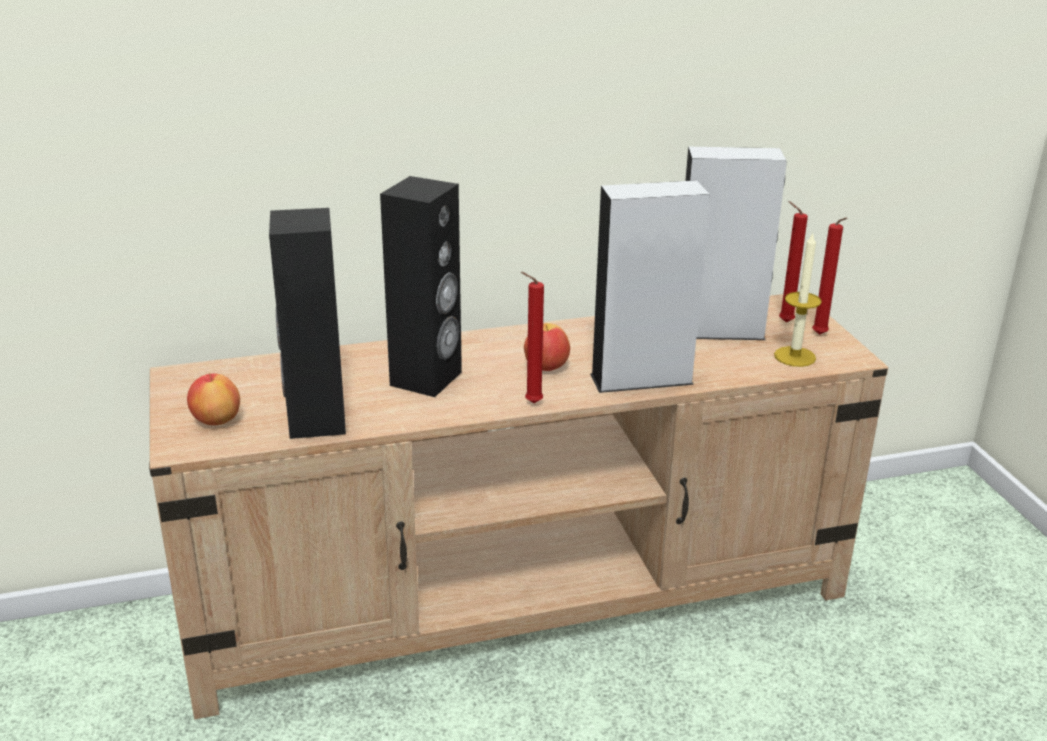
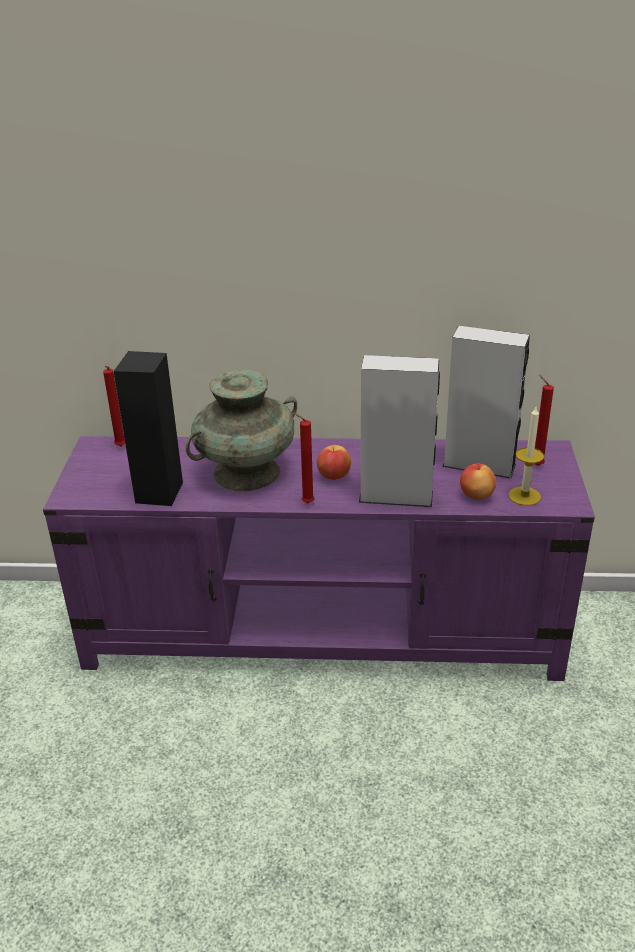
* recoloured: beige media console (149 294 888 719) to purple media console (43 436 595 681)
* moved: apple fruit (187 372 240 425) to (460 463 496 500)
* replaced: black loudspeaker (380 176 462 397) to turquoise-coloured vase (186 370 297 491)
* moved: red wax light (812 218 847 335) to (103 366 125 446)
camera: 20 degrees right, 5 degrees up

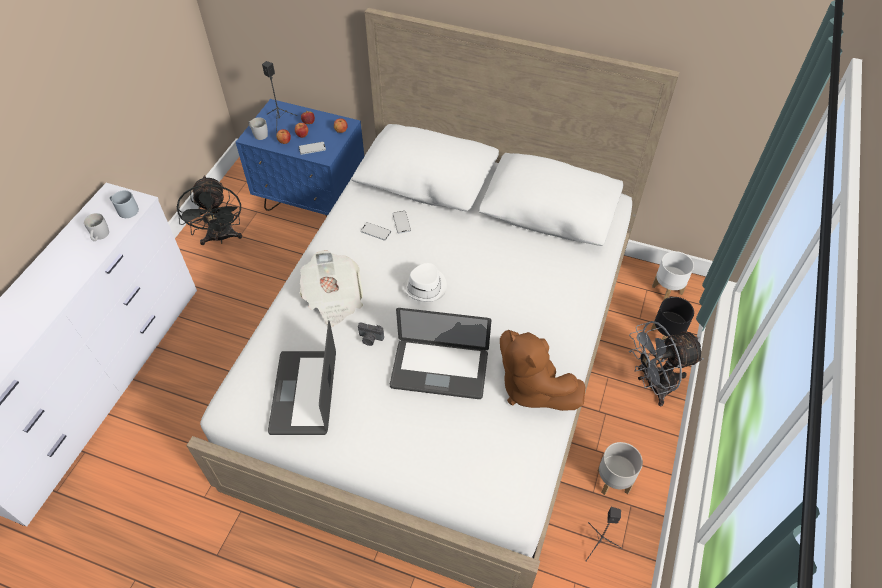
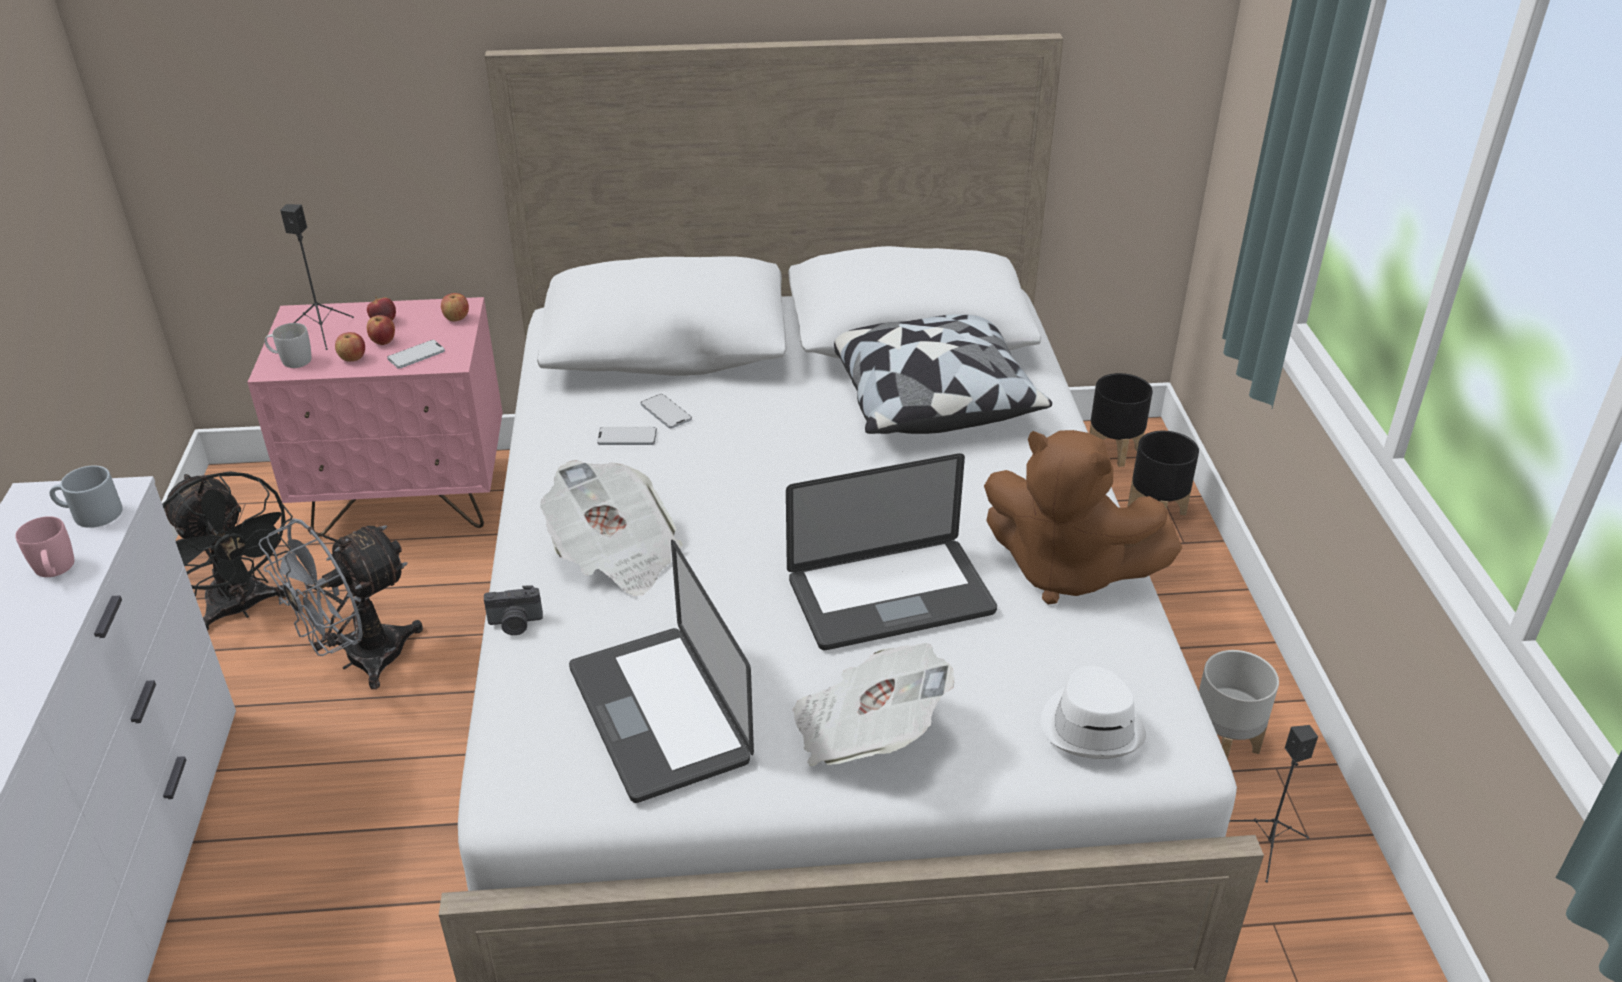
* recoloured: white mug (84 213 109 241) to pink mug (15 516 74 577)
* recoloured: bluish bedside table (236 99 364 216) to pink bedside table (247 297 503 537)
* moved: photo camera (358 322 384 346) to (484 585 543 635)
* moved: white hat (403 263 447 302) to (1040 666 1146 759)
* moved: greyish fan (629 321 704 406) to (258 518 423 689)
* recoloured: white flower pot (652 251 694 300) to black flower pot (1089 373 1153 467)
* added: newspaper (793 643 955 766)
* added: cushion (834 314 1052 434)
camera: 25 degrees left, 15 degrees down

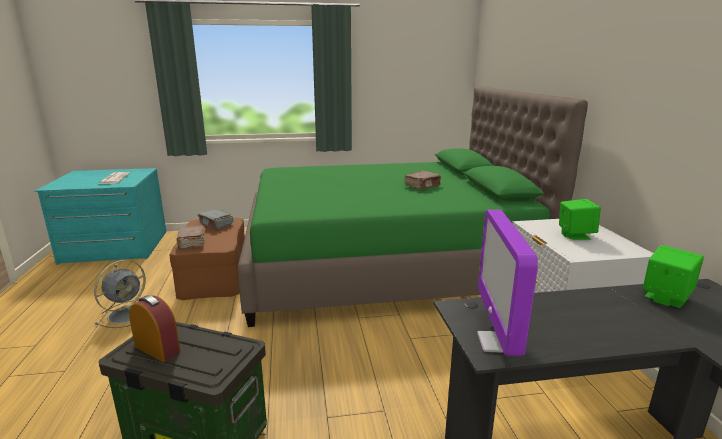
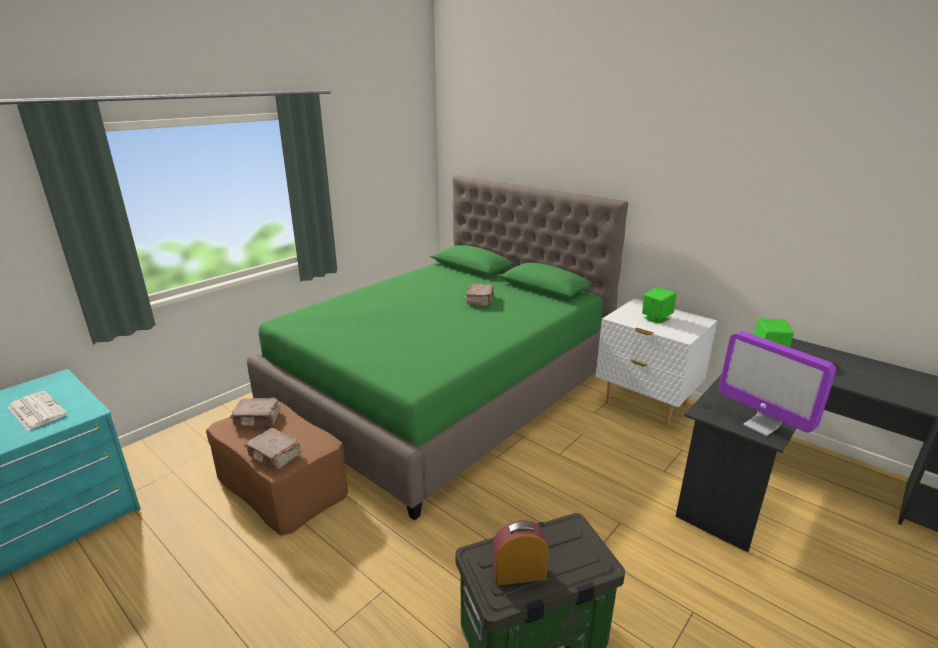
* removed: greyish fan (94 260 146 328)
* recoloured: greyish book (198 209 234 230) to brownish book (230 398 280 427)
camera: 40 degrees left, 5 degrees up

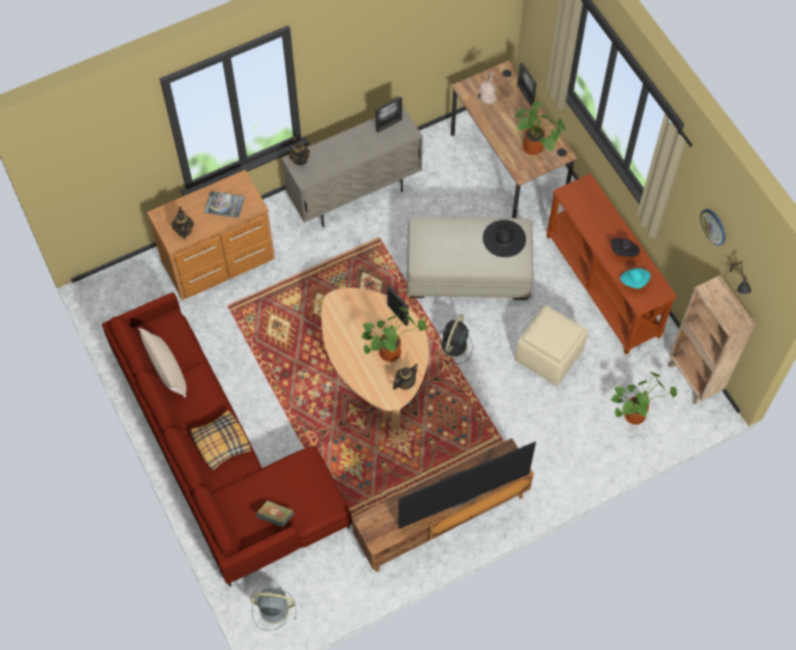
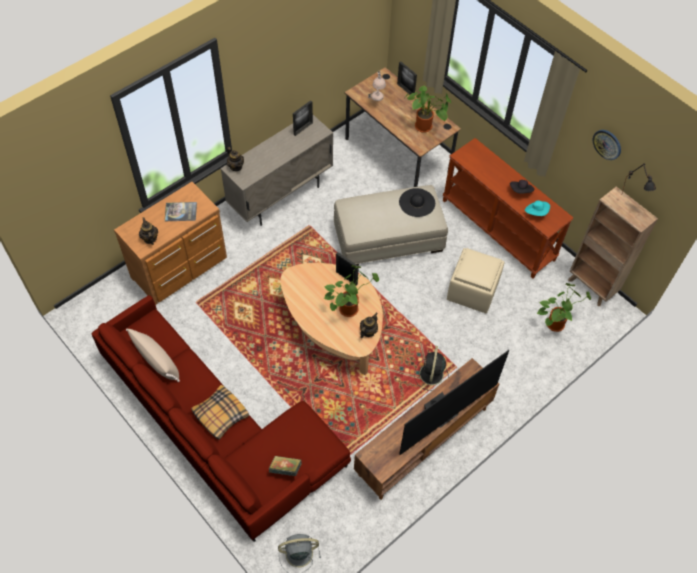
* moved: black fan (434 314 473 364) to (414 346 449 391)
camera: 15 degrees left, 5 degrees down

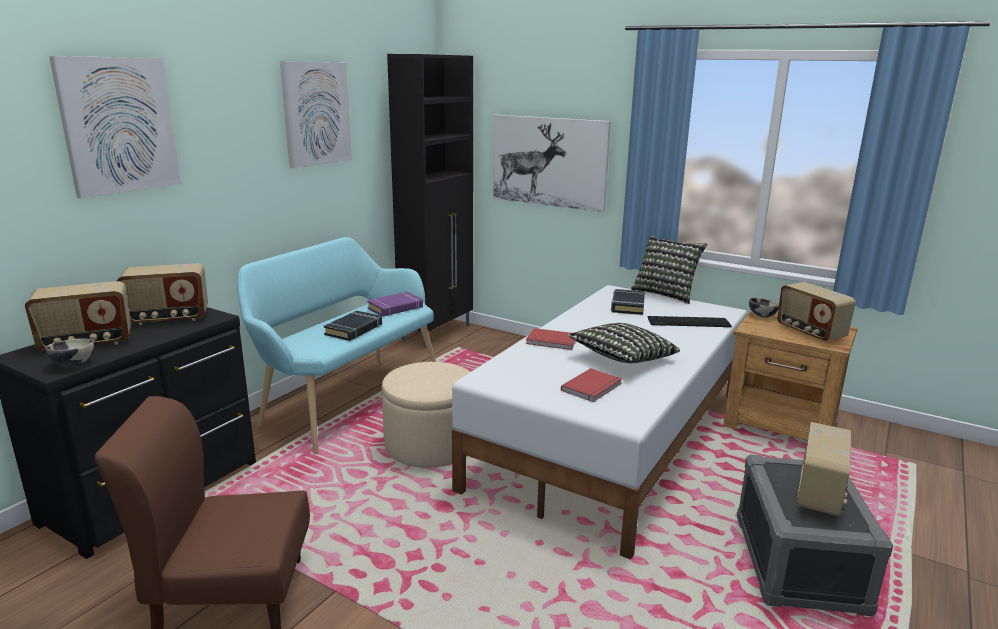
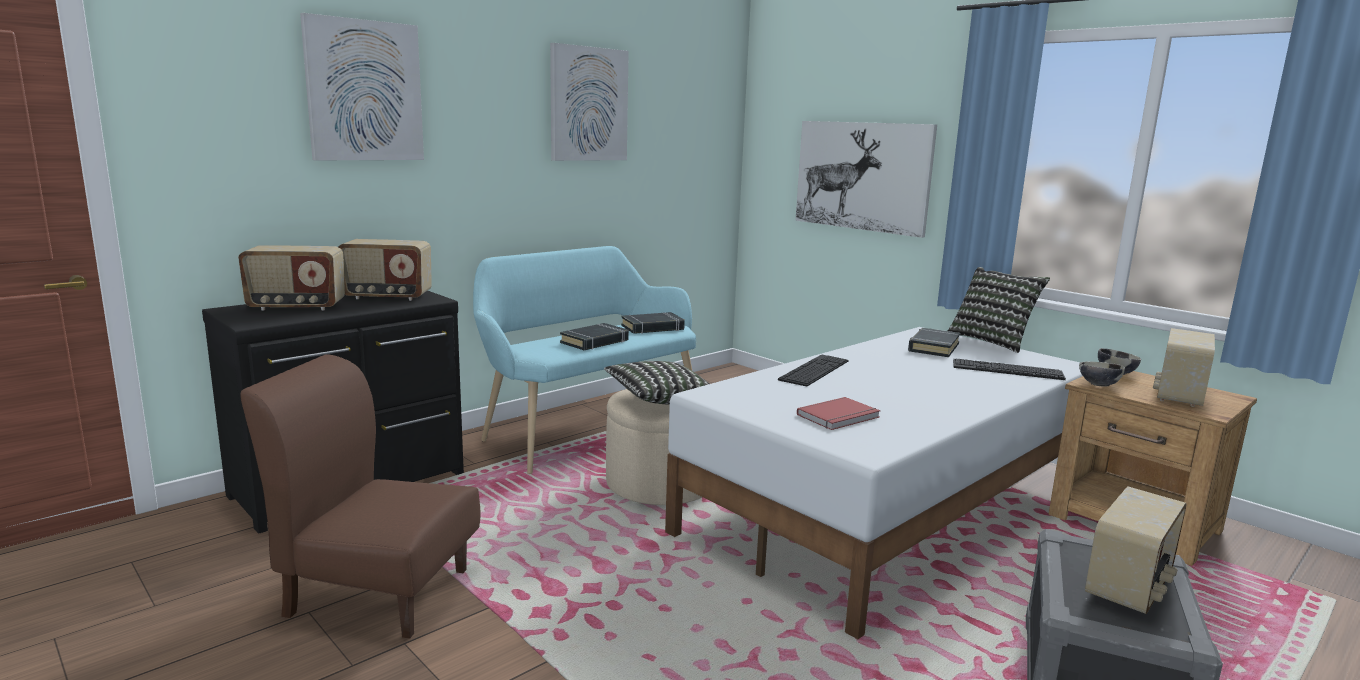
* moved: bowl (45 338 95 367) to (1079 362 1125 387)
* recoloured: purple book (367 292 423 317) to black book (621 312 685 334)
* removed: black cupboard (387 54 473 348)
* replaced: red book (526 328 576 350) to computer keyboard (778 354 849 386)
* moved: cushion (568 323 680 363) to (604 361 709 405)
* turned: radio (777 282 856 342) = (1153 328 1215 407) 45 degrees clockwise
camera: 15 degrees right, 5 degrees down

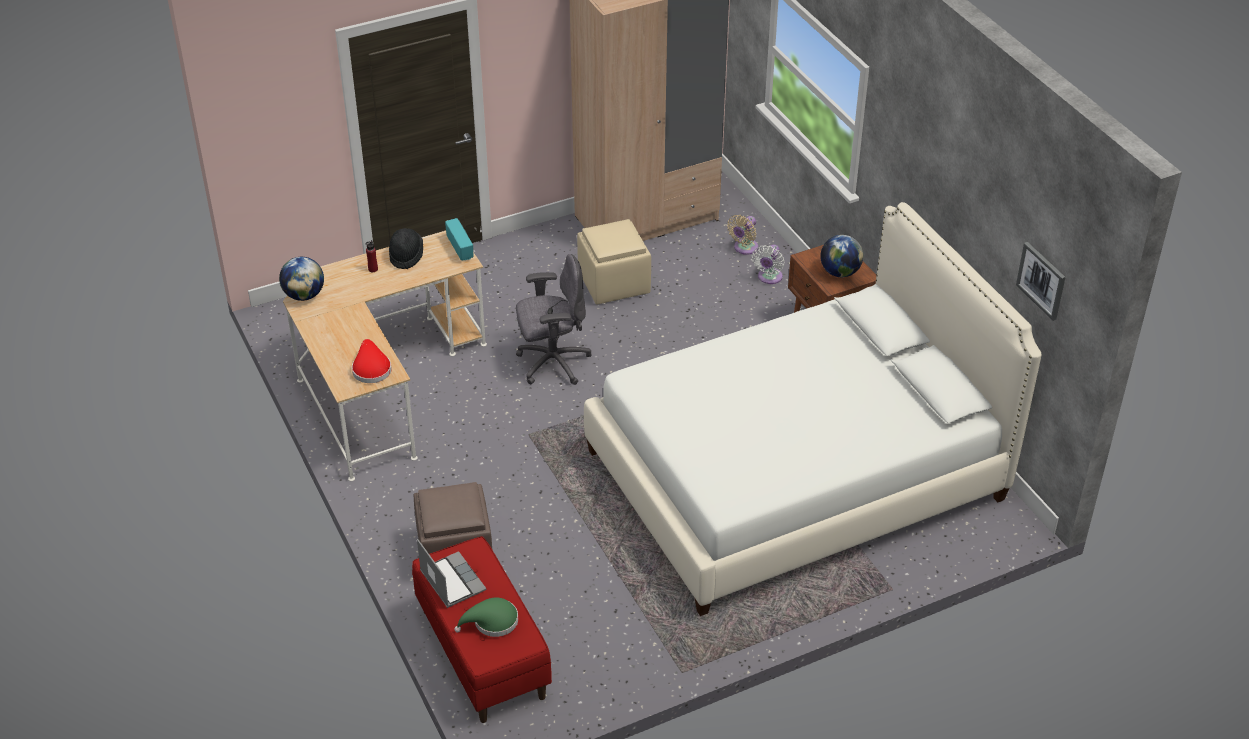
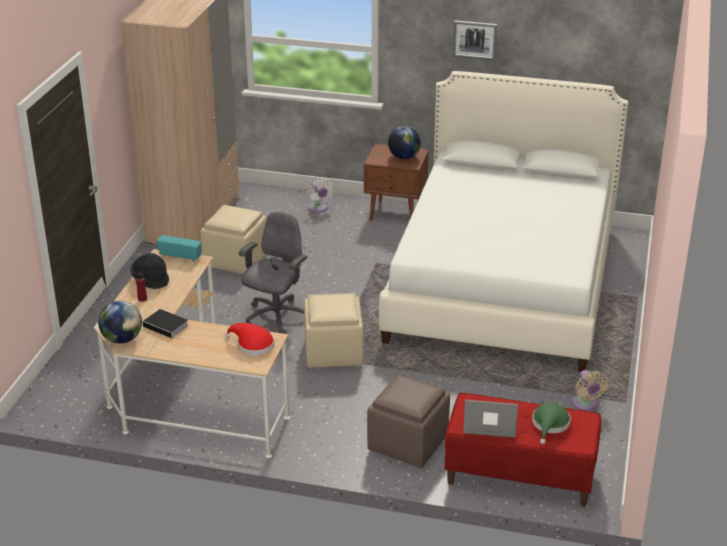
* moved: beige fan (727 215 758 255) to (572 370 608 411)
* moved: picture (1016 242 1065 321) to (453 20 497 61)
* added: book (143 309 188 339)
* added: beige footrest (304 293 363 368)
camera: 50 degrees left, 10 degrees down

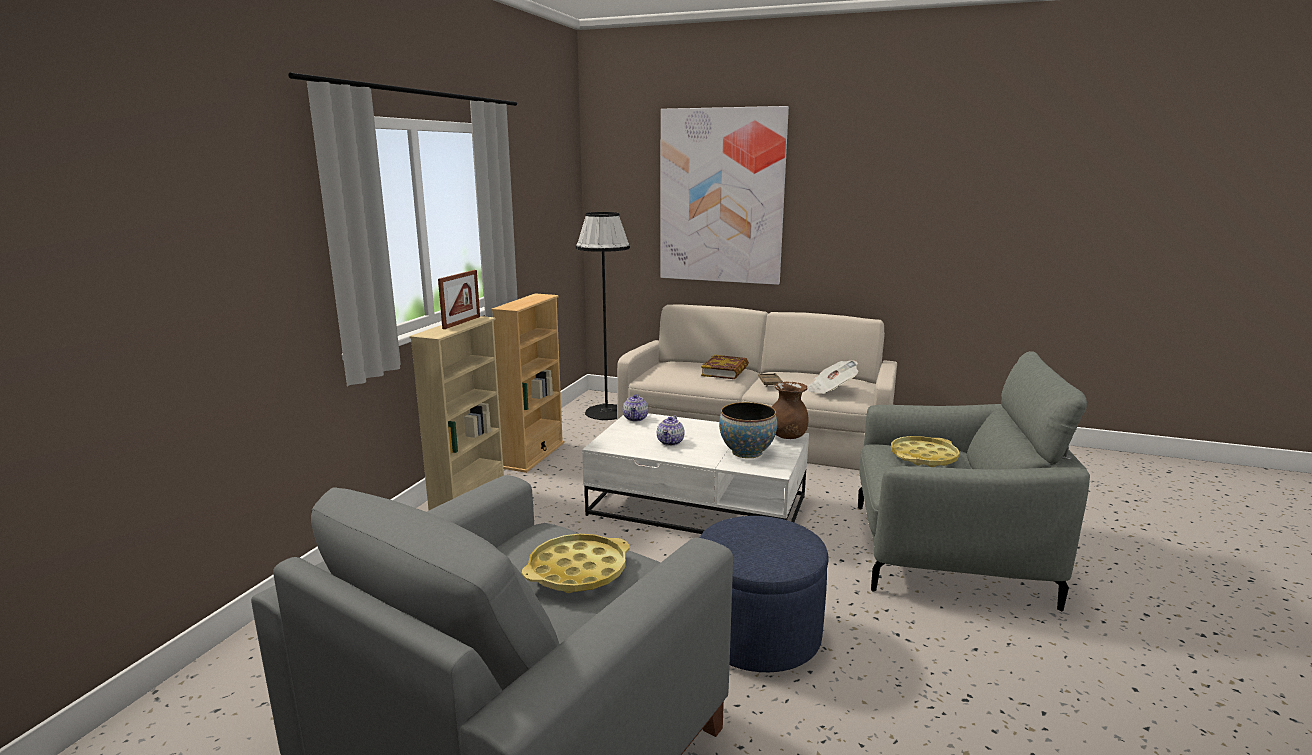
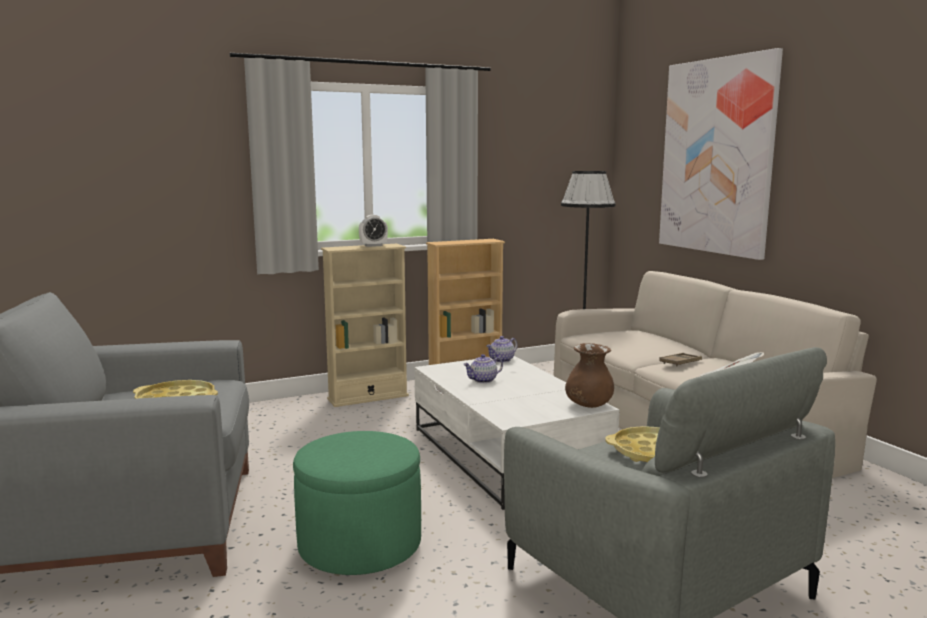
* replaced: picture frame (438 270 480 329) to table clock (359 215 388 247)
* recoloured: bluish footrest (700 516 828 672) to green-coloured footrest (293 431 421 575)
* removed: book (701 355 749 379)
* removed: bowl (719 402 777 458)
camera: 45 degrees right, 5 degrees down

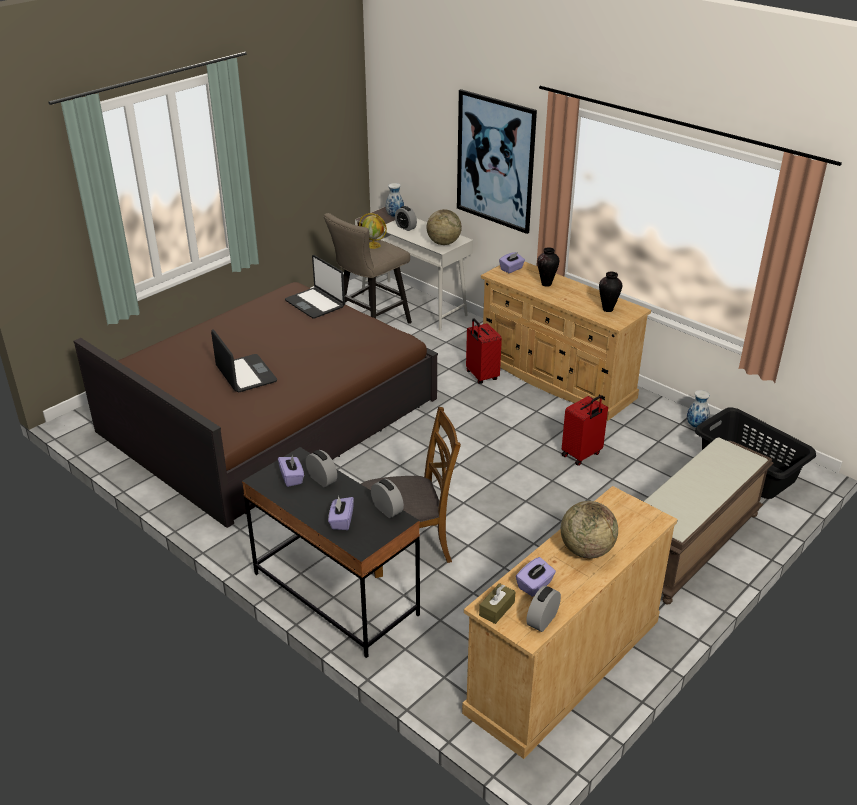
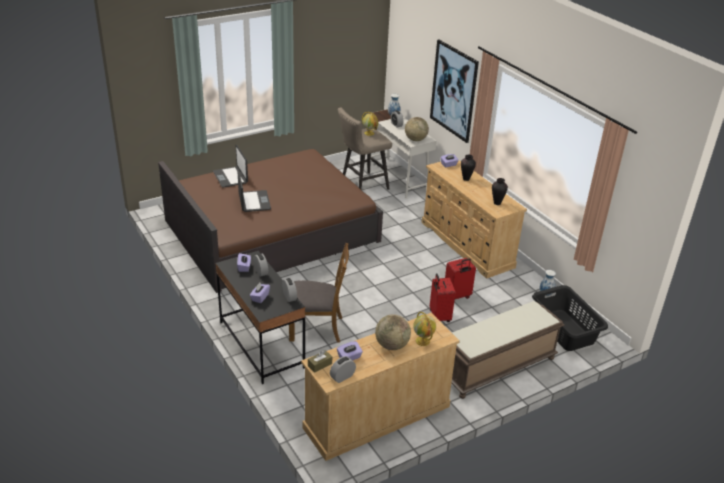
* moved: laptop (285 255 345 318) to (213 145 248 188)
* moved: red piece of luggage (466 318 502 384) to (430 273 455 322)
* added: world globe (413 312 436 346)
camera: 15 degrees right, 0 degrees up

